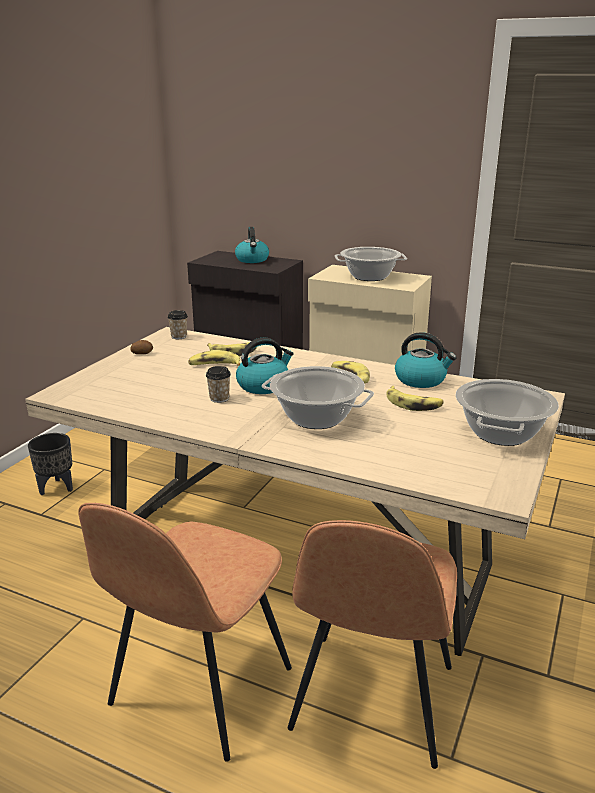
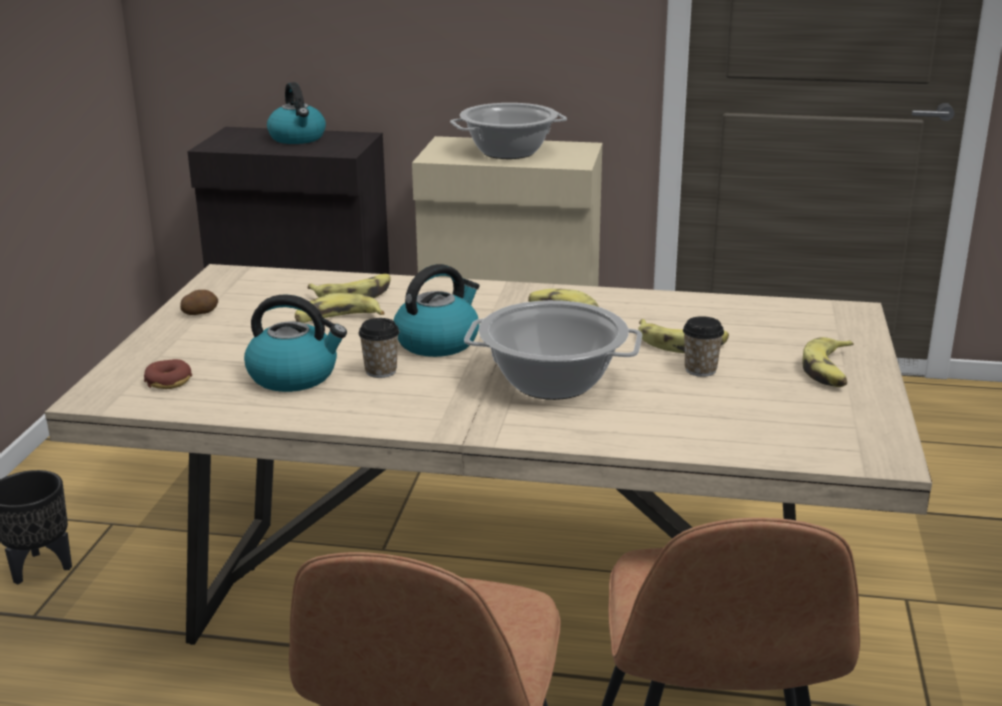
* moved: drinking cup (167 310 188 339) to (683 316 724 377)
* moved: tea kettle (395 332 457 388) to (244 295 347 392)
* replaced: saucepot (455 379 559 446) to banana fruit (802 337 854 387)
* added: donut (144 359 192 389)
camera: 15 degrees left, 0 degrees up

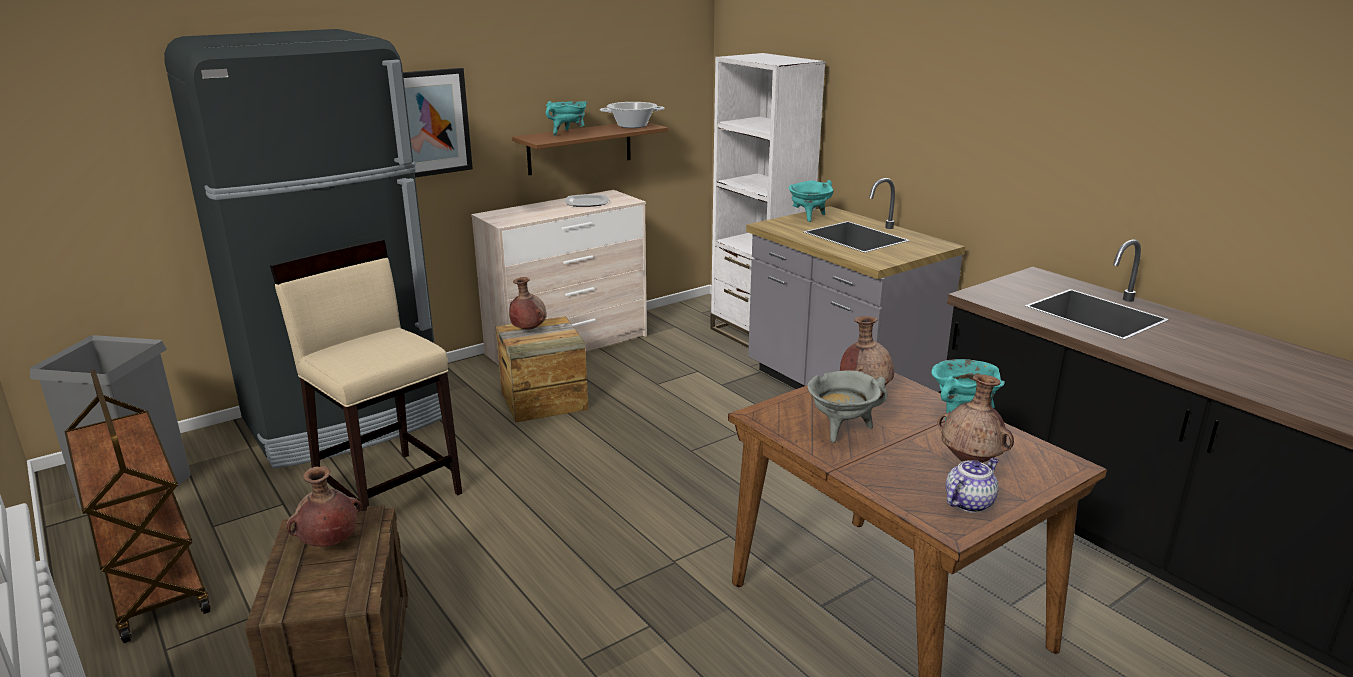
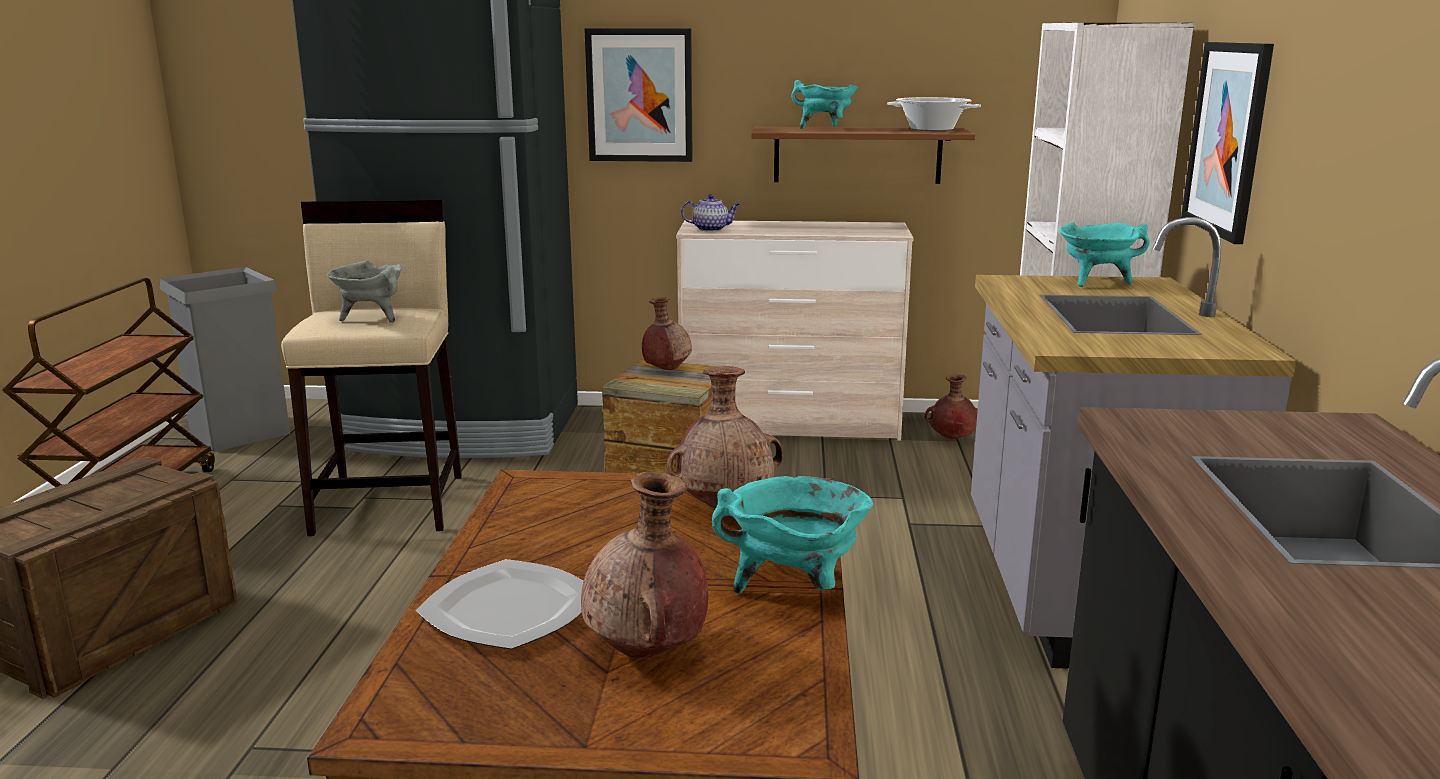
* moved: brownish vase (286 466 362 547) to (925 374 978 439)
* moved: flat dish (565 194 609 207) to (416 559 583 649)
* moved: greyish saucepot (807 370 887 443) to (327 261 402 323)
* moved: pot for tea (946 458 998 513) to (681 194 740 232)
* added: picture (1181 42 1274 244)
camera: 40 degrees right, 5 degrees down

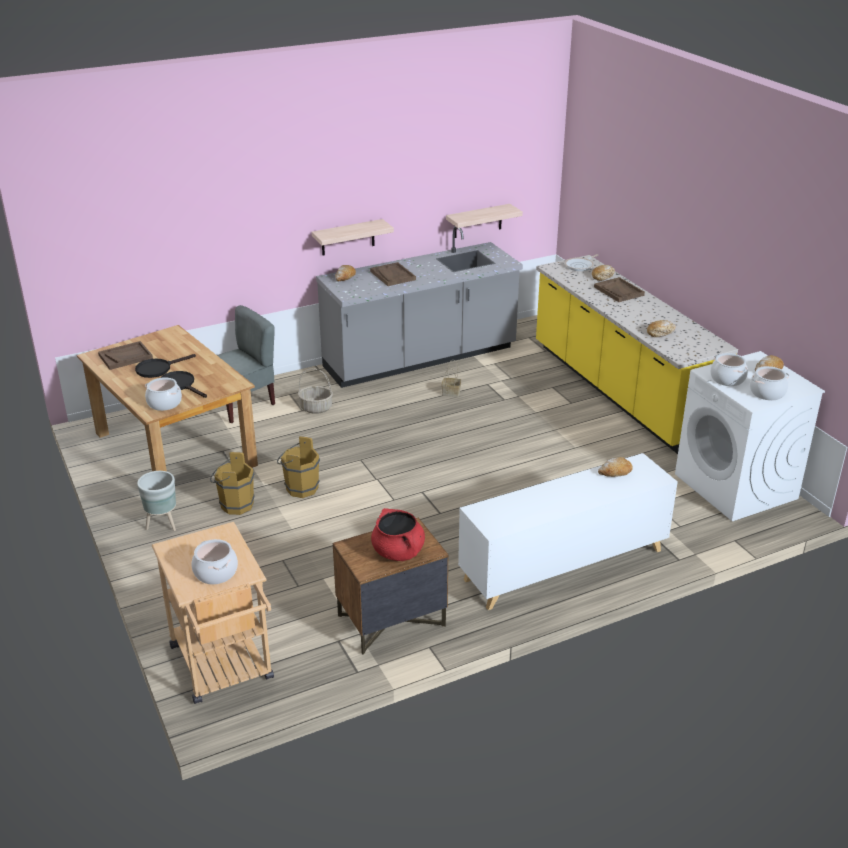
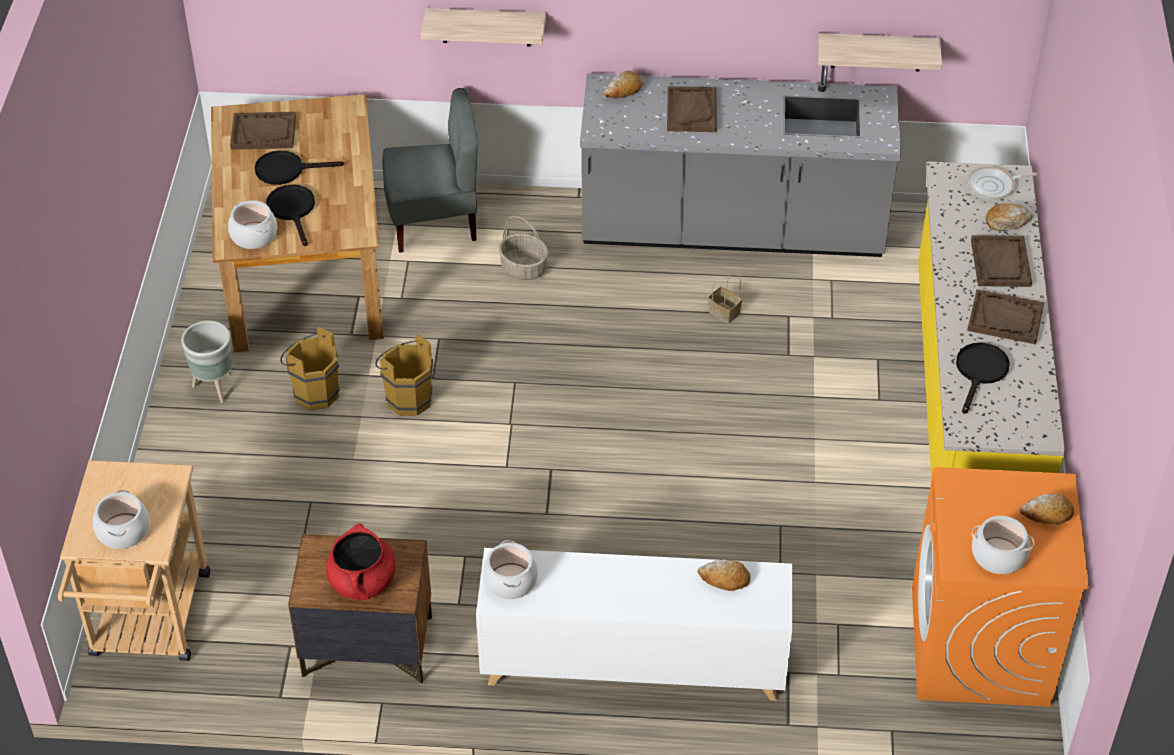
* moved: shelf (312 219 394 256) to (421 8 546 47)
* replaced: bakery bread (647 320 676 337) to black frying pan (956 343 1010 414)
* recoloured: white washing machine (675 351 825 521) to orange-coloured washing machine (912 467 1089 707)
* moved: saucepot (710 353 748 386) to (482 540 538 599)
* added: brownish carrying tray (967 289 1044 344)
camera: 30 degrees right, 15 degrees up

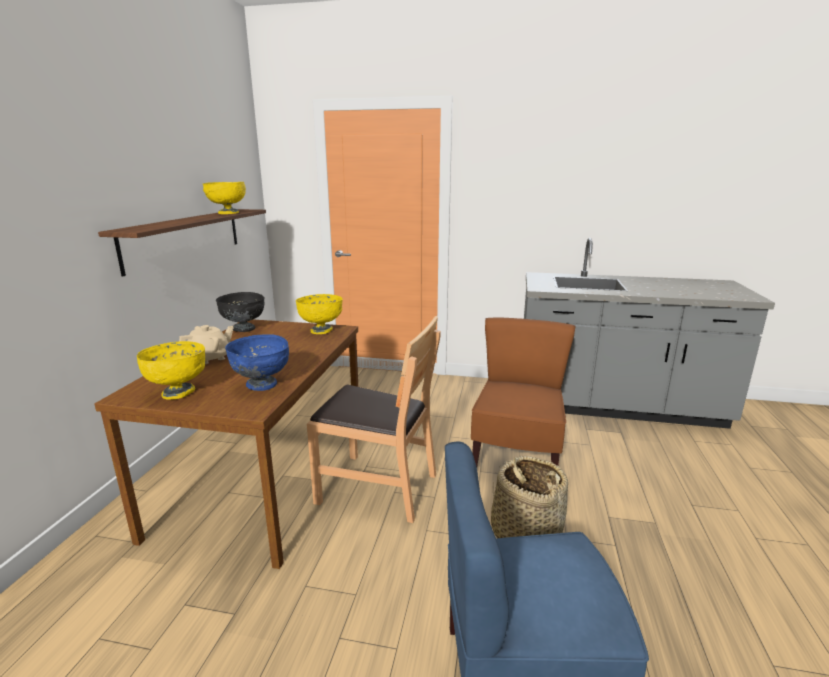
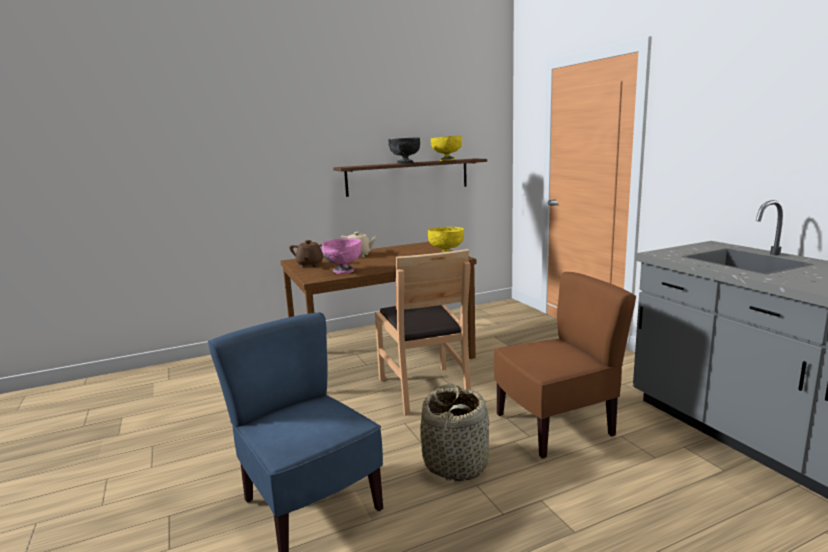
* replaced: yellowish bowl (137 341 205 400) to brownish pot for tea (289 240 323 268)
* moved: black bowl (216 292 265 332) to (388 138 420 164)
* recoloured: bluish bowl (225 334 289 391) to pink bowl (322 238 361 274)
camera: 55 degrees right, 5 degrees down

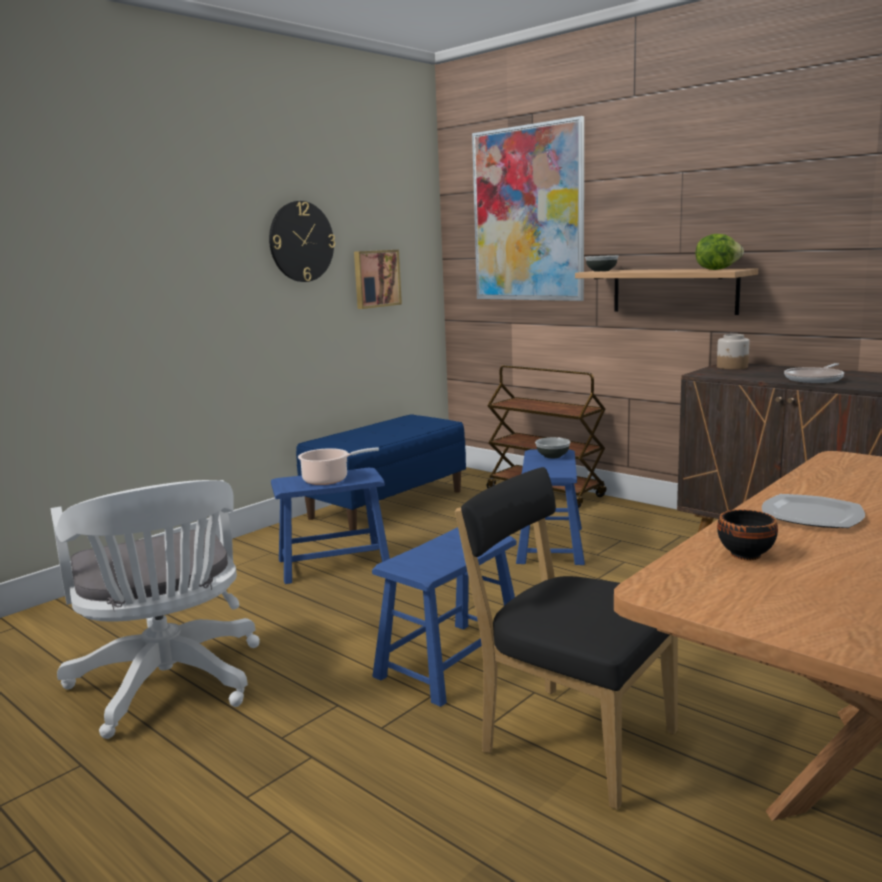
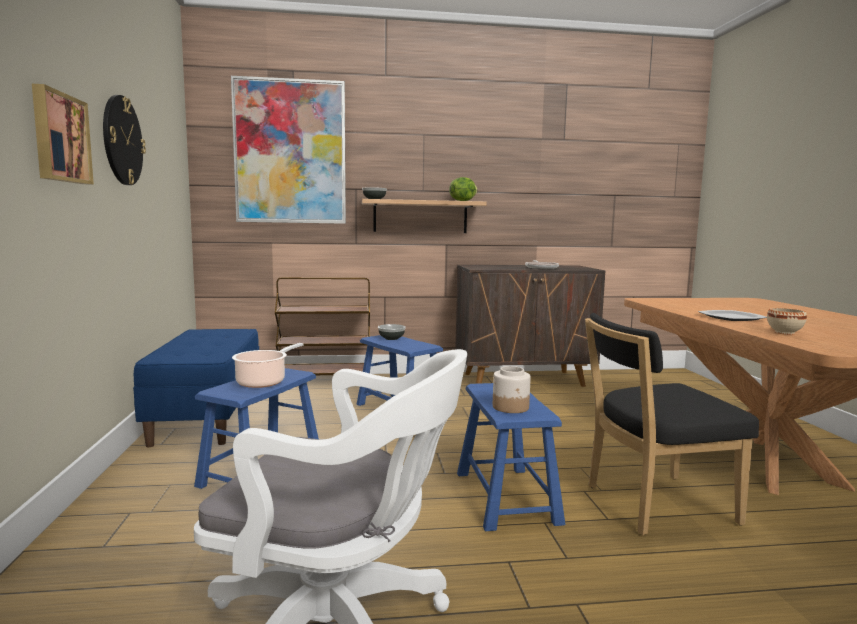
* moved: picture (354 250 402 309) to (32 84 94 185)
* moved: jar (717 334 750 369) to (493 366 531 413)
* recoloured: black bowl (717 510 778 560) to beige bowl (767 308 807 335)
camera: 50 degrees left, 5 degrees down

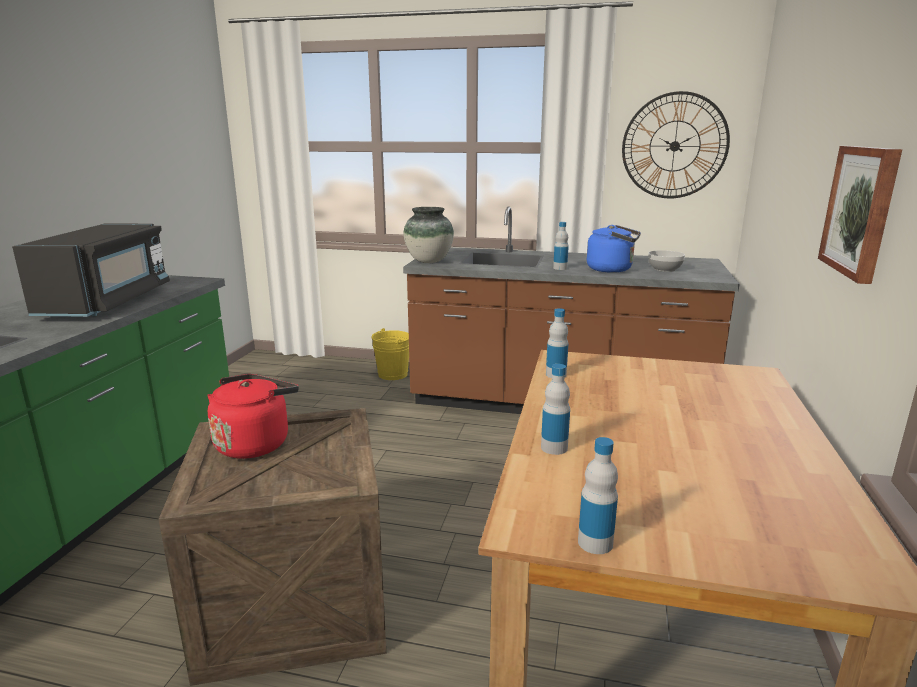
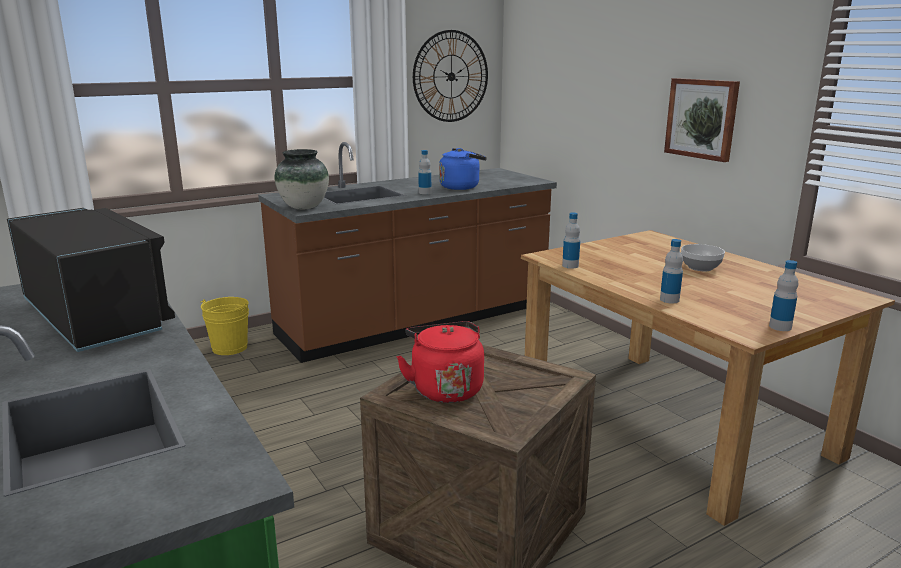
* moved: bowl (648 250 685 272) to (681 244 725 271)
camera: 45 degrees left, 0 degrees up

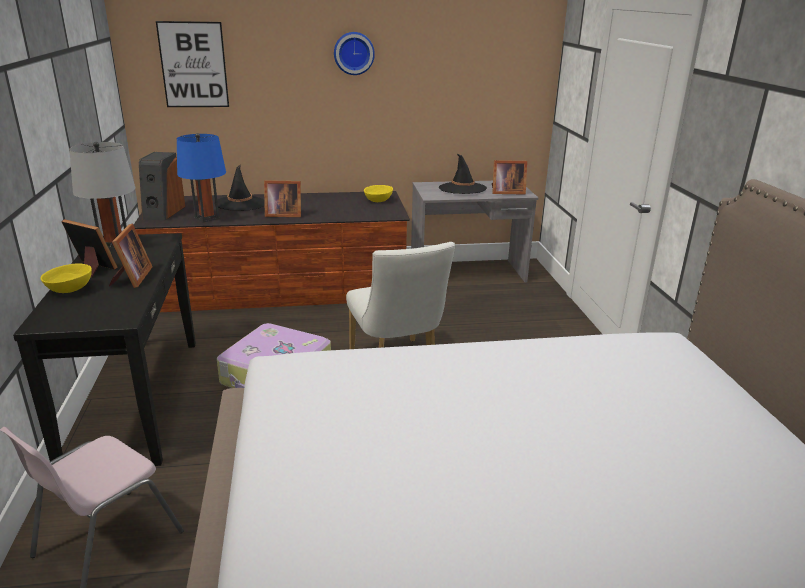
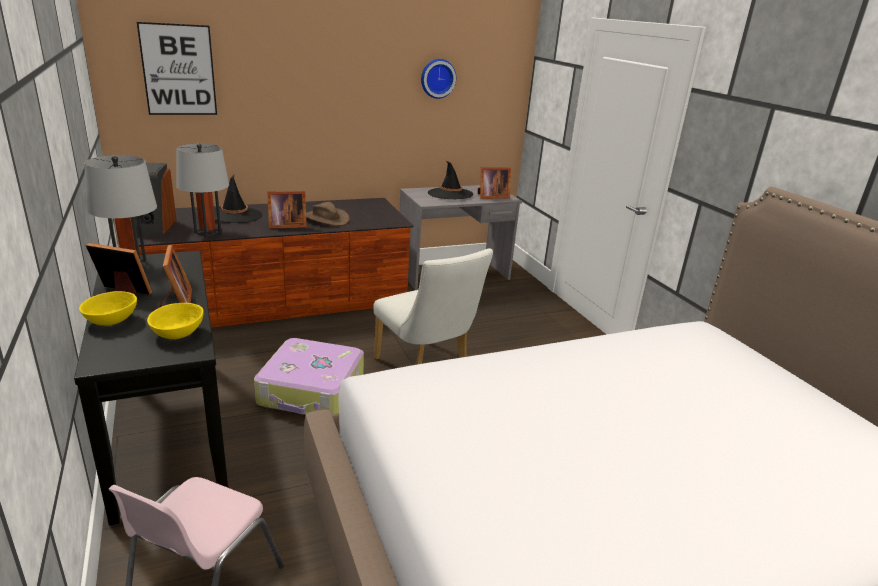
* recoloured: bluish lamp for a table (177 133 226 223) to greyish lamp for a table (176 144 229 237)
* moved: wall clock (334 32 375 75) to (421 59 456 99)
* moved: yellowish bowl (364 185 393 202) to (147 303 204 339)
* added: brownish hat (306 202 350 226)
camera: 15 degrees left, 0 degrees up

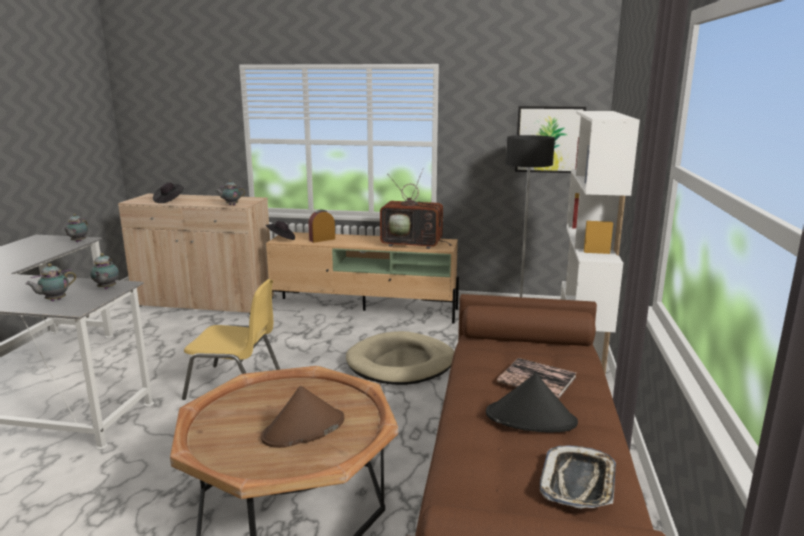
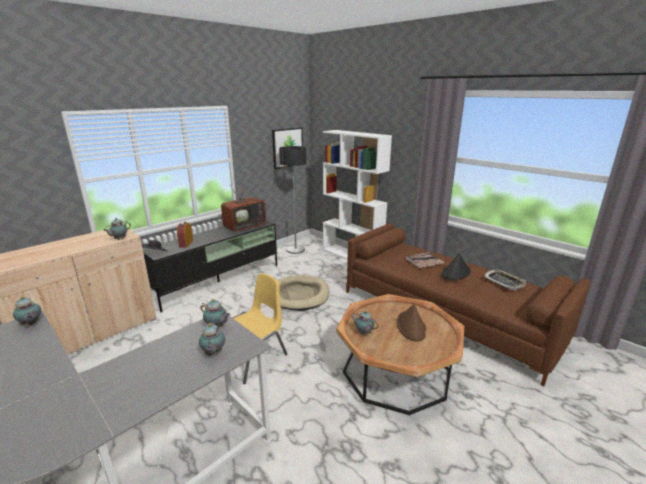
* removed: black hat (153 182 184 203)
* recoloured: beige media console (266 232 459 324) to black media console (143 220 277 312)
* added: pot for tea (351 311 379 335)
camera: 55 degrees left, 5 degrees up

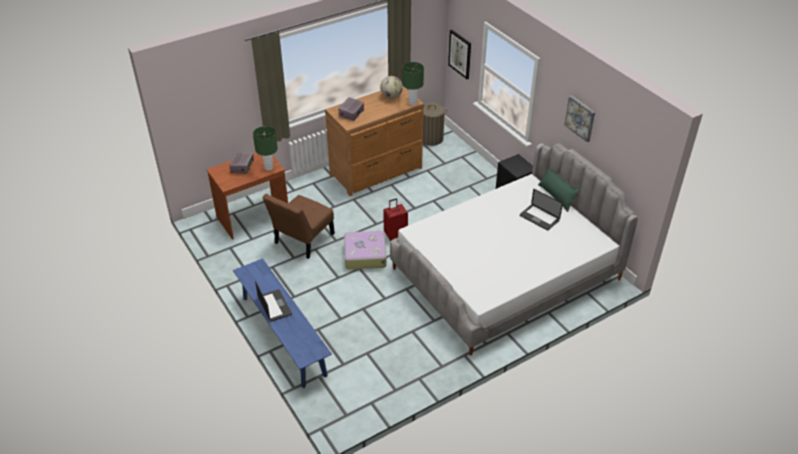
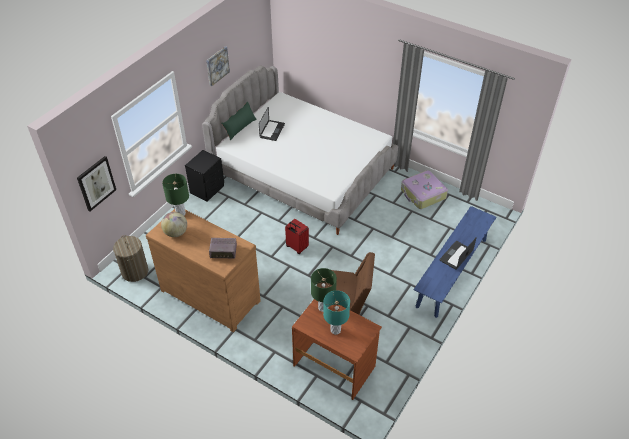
* replaced: radio (229 152 254 174) to turquoise-coloured lamp for a table (323 290 350 335)
* moved: piece of luggage (344 230 387 270) to (401 170 448 209)
camera: 115 degrees left, 5 degrees up

